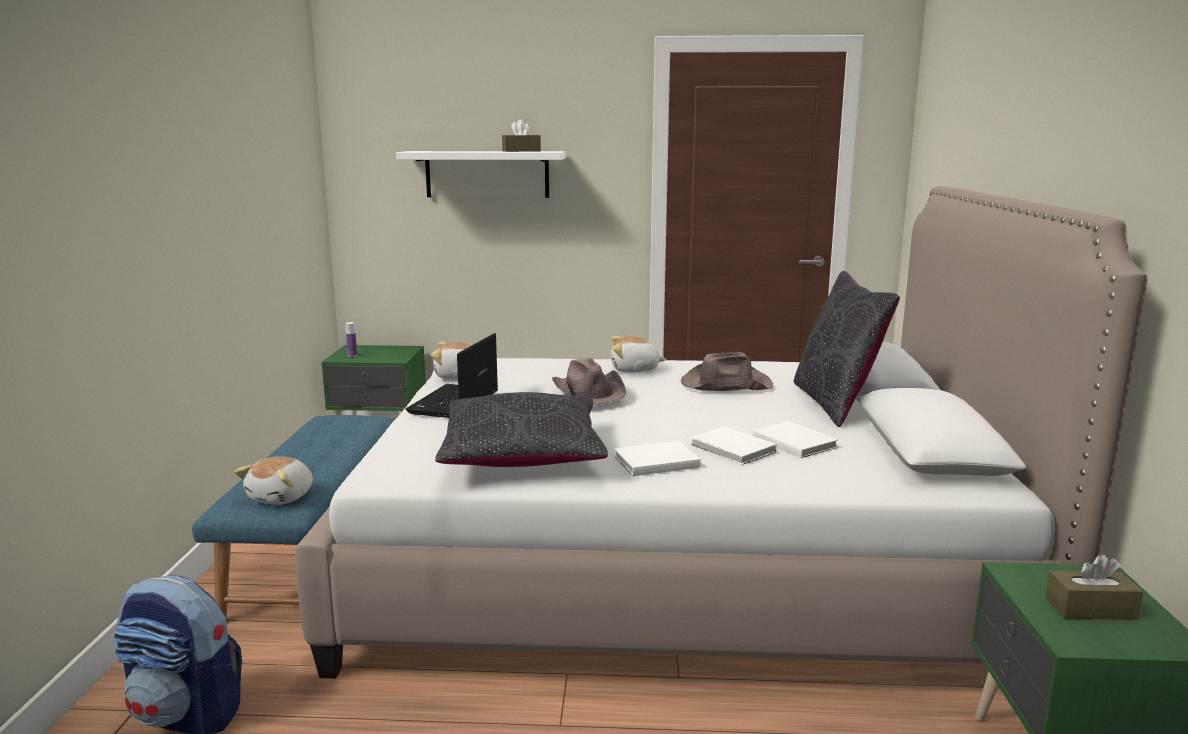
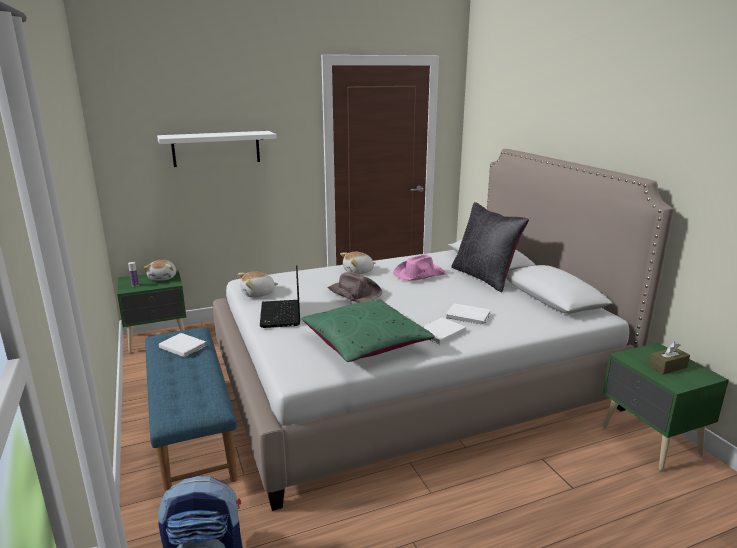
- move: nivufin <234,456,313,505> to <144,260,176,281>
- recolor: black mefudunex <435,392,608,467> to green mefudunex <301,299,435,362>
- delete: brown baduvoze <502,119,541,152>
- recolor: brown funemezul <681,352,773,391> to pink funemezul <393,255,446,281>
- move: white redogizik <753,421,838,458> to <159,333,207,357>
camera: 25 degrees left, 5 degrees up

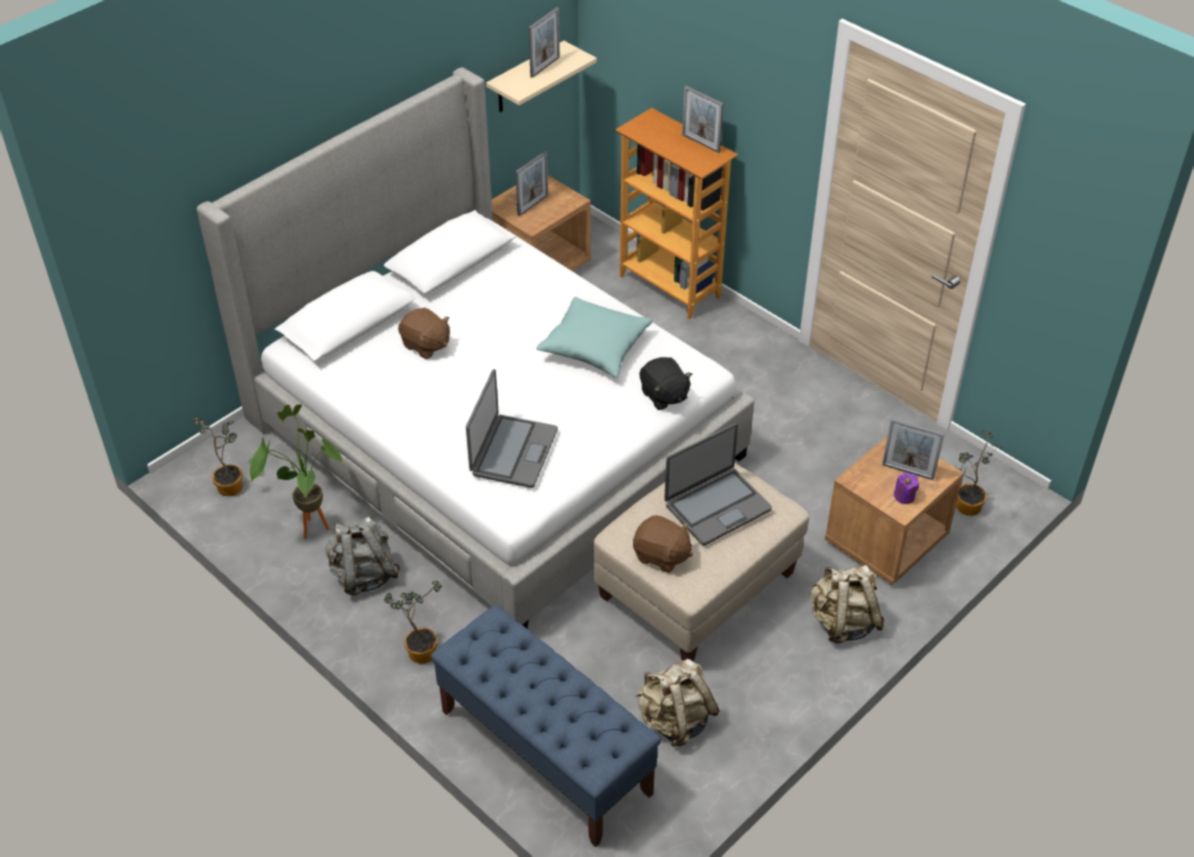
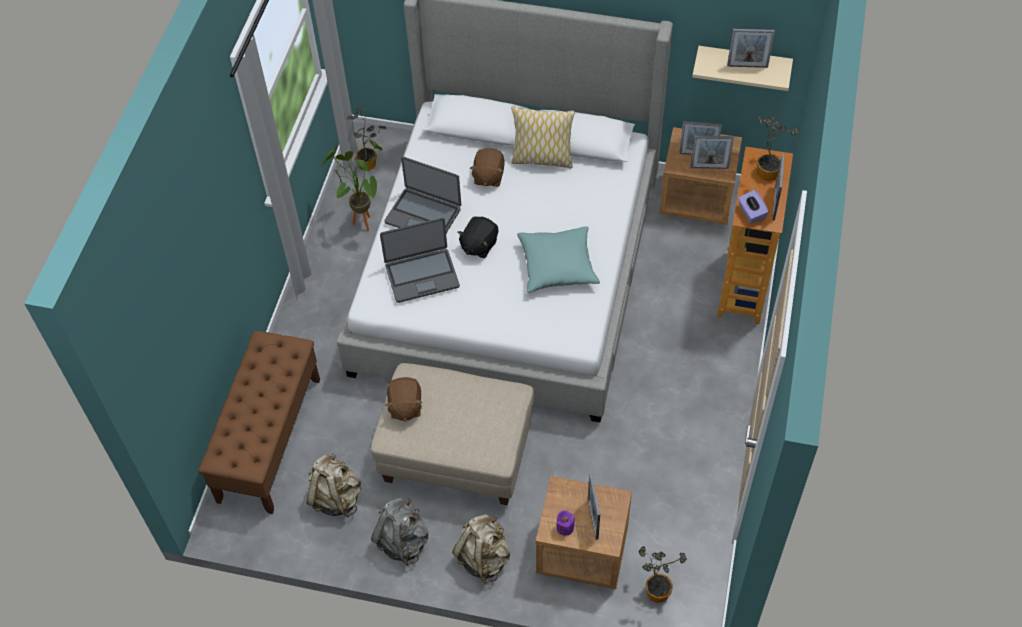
- move: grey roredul <325,516,400,596> to <371,497,428,566>
- move: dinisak <384,581,442,664> to <756,116,799,181>
- recolor: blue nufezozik <431,605,661,847> to brown nufezozik <198,331,320,514>
- move: black nivufin <640,357,692,410> to <457,217,498,258>
- move: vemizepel <664,423,772,546> to <384,157,461,233>
- insert: mefudunex <511,106,575,168>
- insert: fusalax <690,135,734,169>
- insert: purple baduvoze <738,190,769,224>
camera: 60 degrees right, 10 degrees up

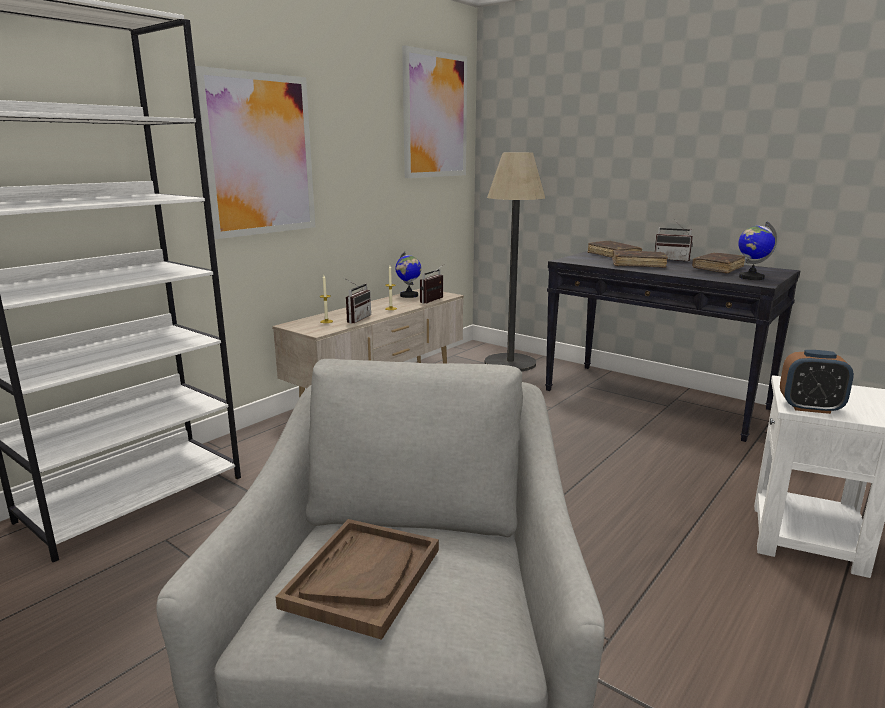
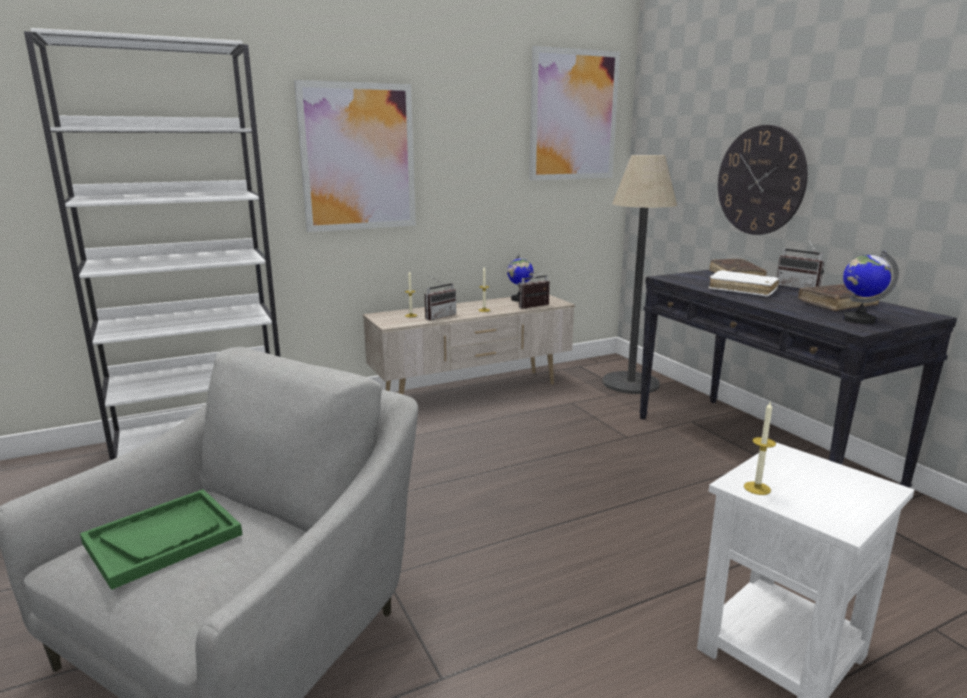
- recolor: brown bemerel <276,519,439,640> to green bemerel <80,489,242,590>
- recolor: brown redogizik <612,250,668,268> to white redogizik <708,270,779,297>
- replace: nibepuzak <780,350,854,414> to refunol <744,402,776,495>
- insert: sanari <718,125,808,235>
camera: 25 degrees right, 0 degrees up

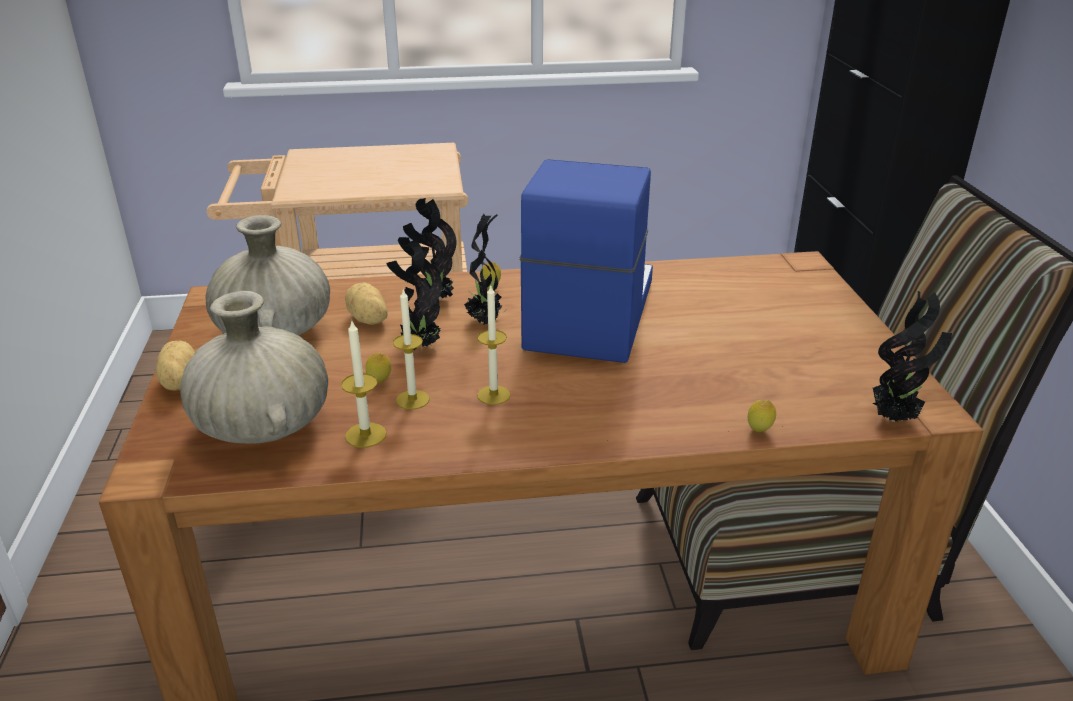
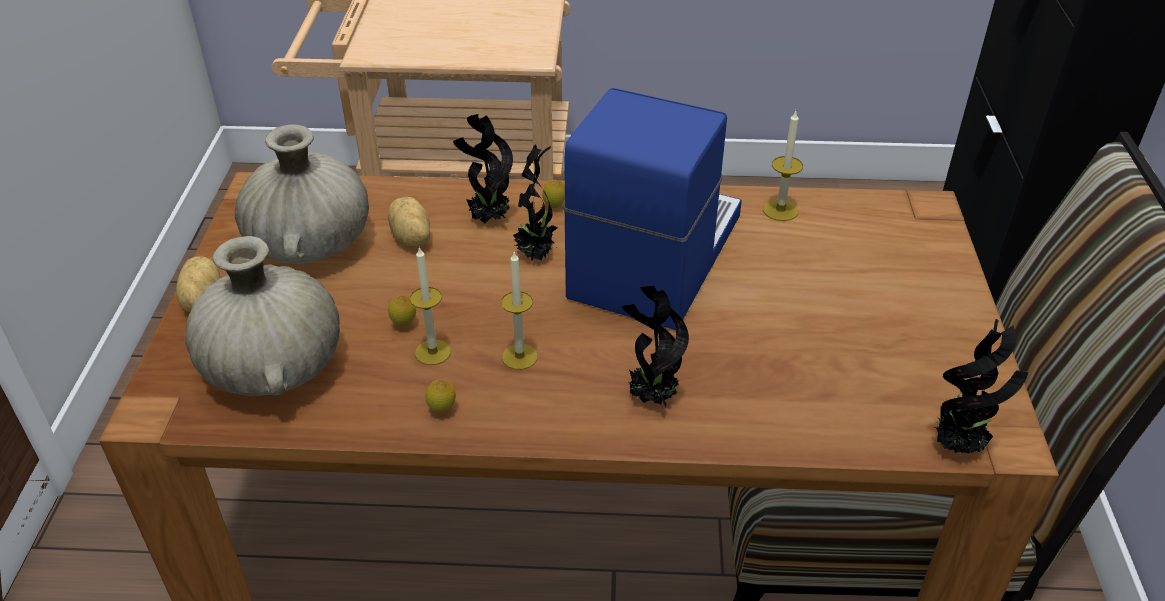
- move: refunol <341,319,386,448> to <763,111,803,221>
- move: dinisak <387,237,442,350> to <622,286,689,407>
- move: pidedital <748,400,776,432> to <426,380,456,413>
camera: 10 degrees right, 10 degrees up

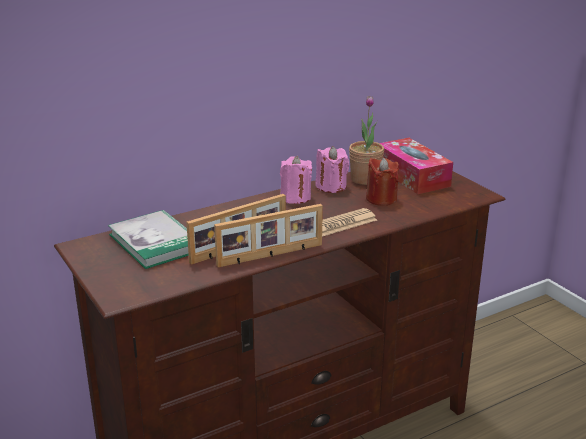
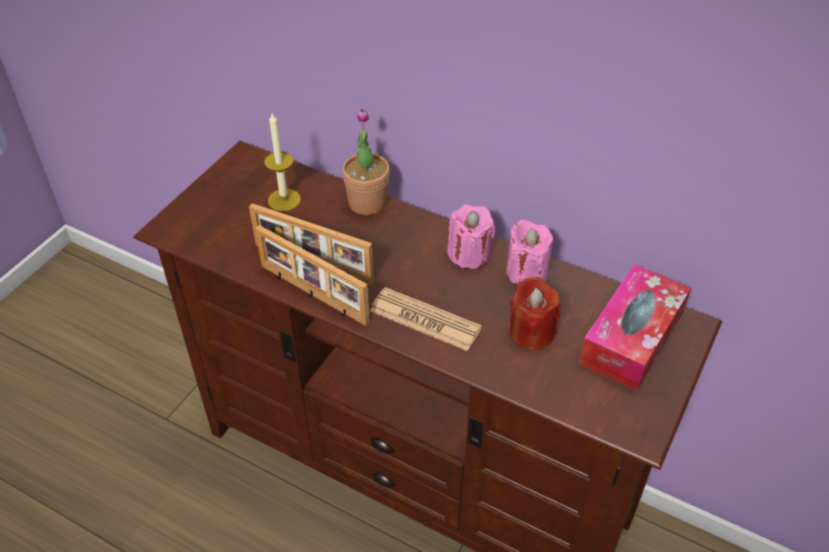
- replace: redogizik <108,210,189,269> to refunol <264,113,301,211>
- move: dinisak <349,96,384,185> to <342,107,390,215>
camera: 60 degrees right, 20 degrees up

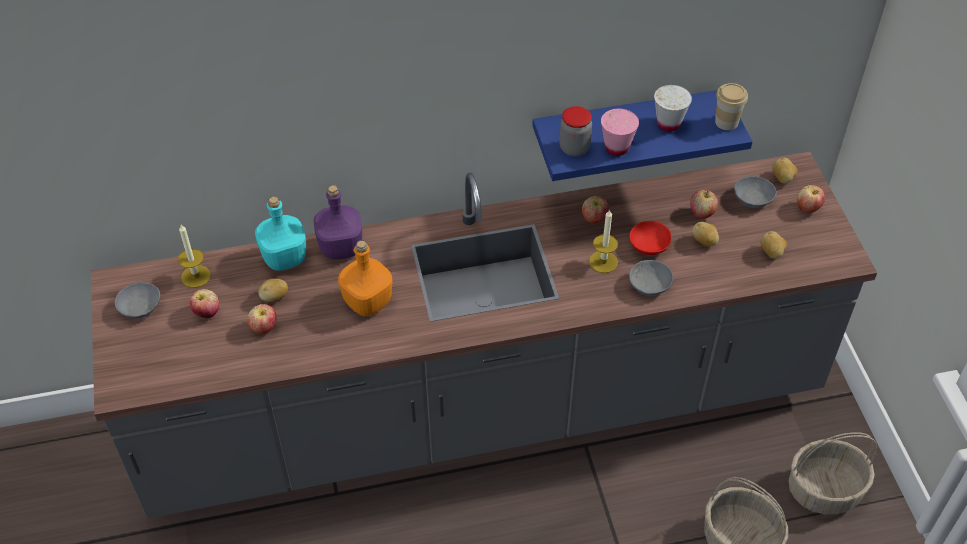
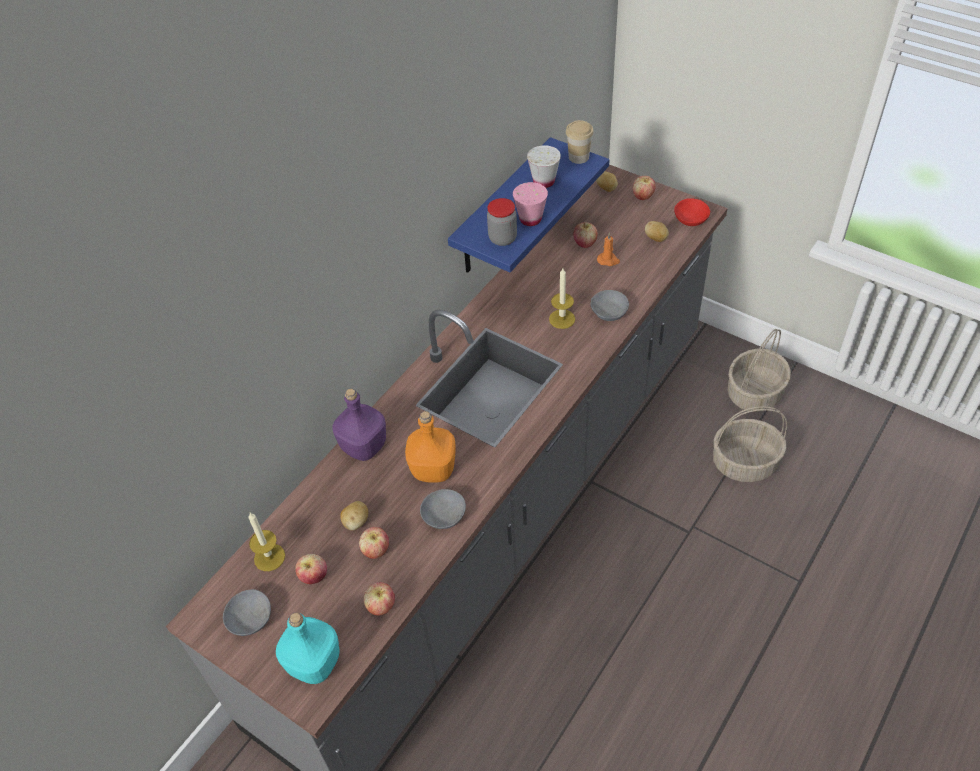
- move: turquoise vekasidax <255,196,306,271> to <276,612,340,684>
- move: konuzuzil <582,196,609,223> to <364,582,395,616>
- move: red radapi <629,221,672,255> to <674,198,710,226>
- replace: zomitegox <692,222,719,247> to orange refunol <597,232,620,266>
- move: grey radapi <734,176,777,208> to <420,489,466,529>
camera: 40 degrees left, 0 degrees up

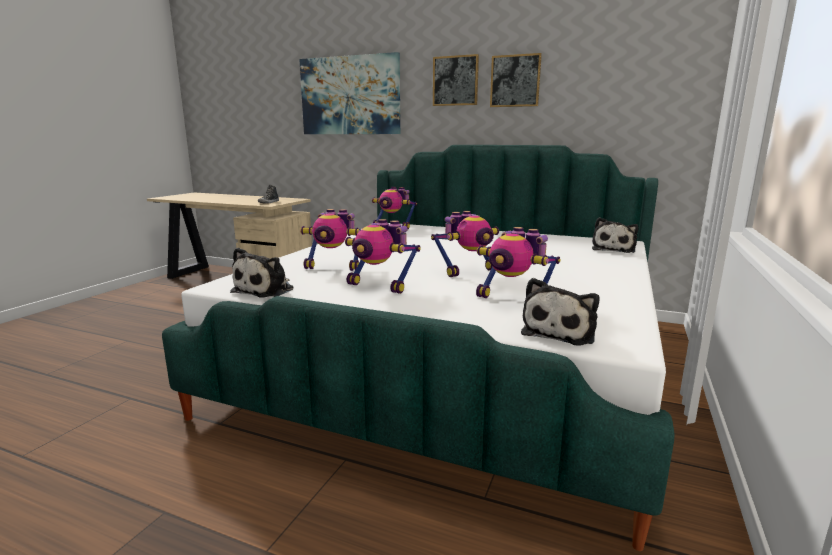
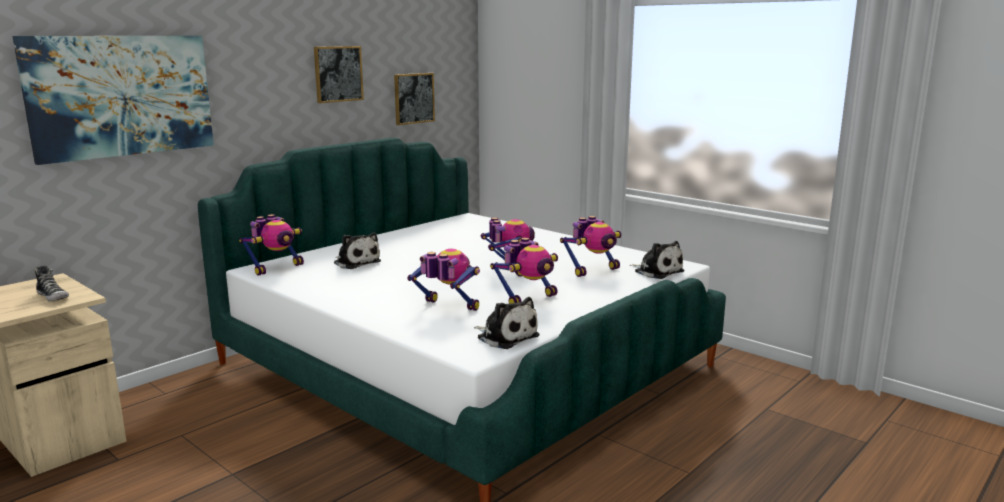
- rotate: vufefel <300,209,360,271> = <407,249,480,311> 90 degrees counterclockwise
- move: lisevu <433,54,479,106> to <394,73,435,125>
- move: nivufin <592,217,639,253> to <334,233,381,269>
camera: 70 degrees left, 0 degrees up

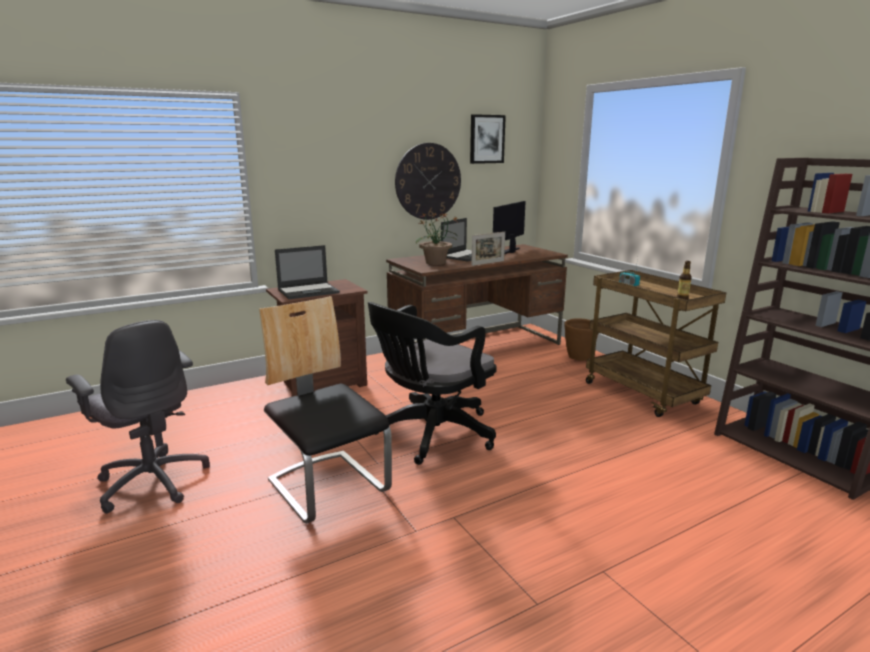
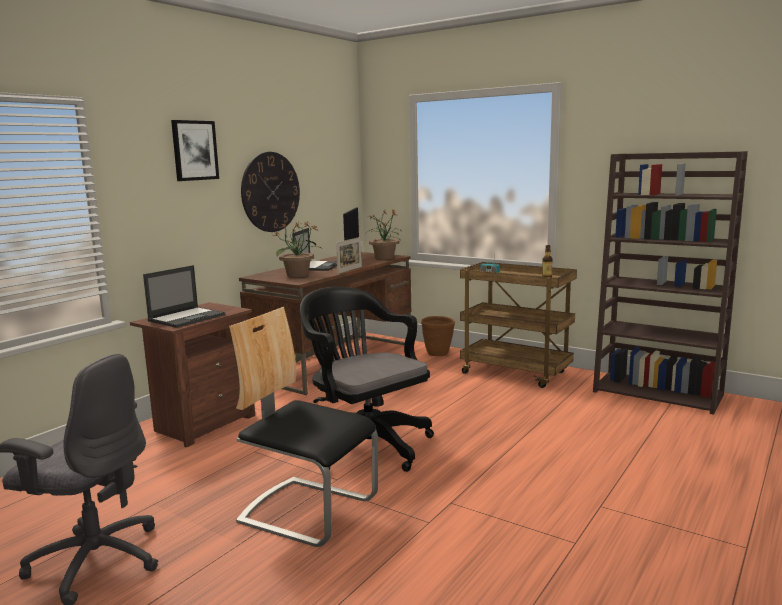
- rotate: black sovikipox <368,302,497,465> = <300,287,434,472> 120 degrees clockwise
- move: lisevu <470,114,506,164> to <171,120,219,181>
- insert: dinisak <366,210,402,260>
camera: 25 degrees left, 5 degrees down

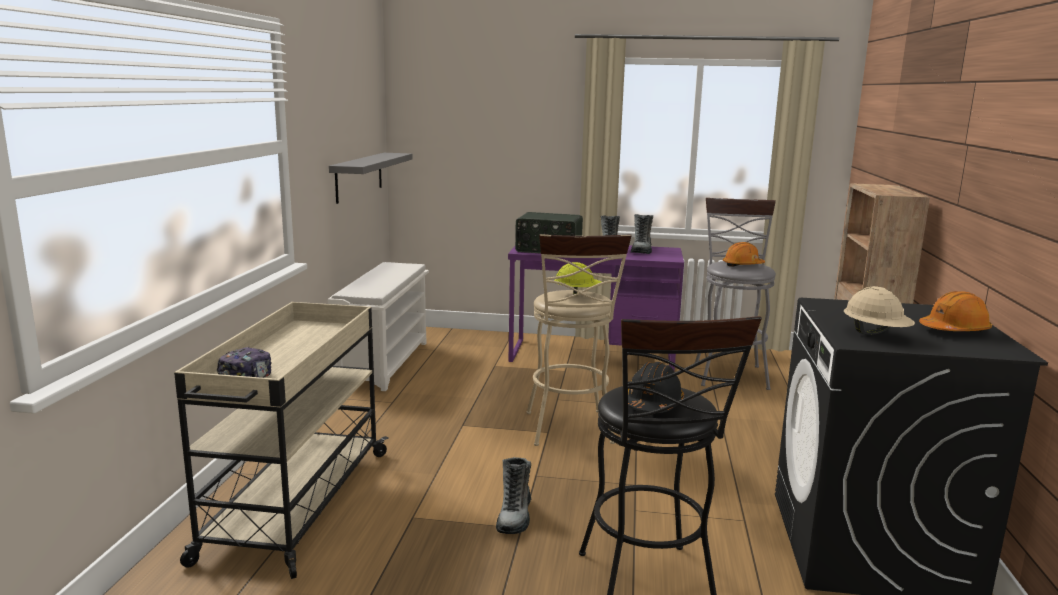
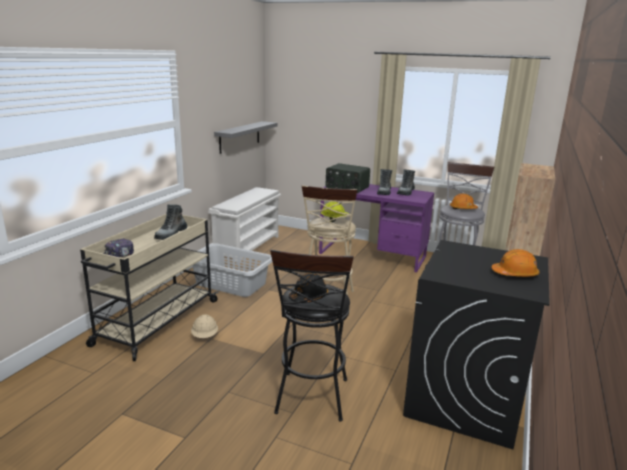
- move: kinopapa <496,457,532,534> to <154,204,188,240>
- move: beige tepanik <844,286,915,335> to <191,314,218,338>
- insert: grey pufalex <192,244,272,297>
camera: 15 degrees right, 5 degrees up

